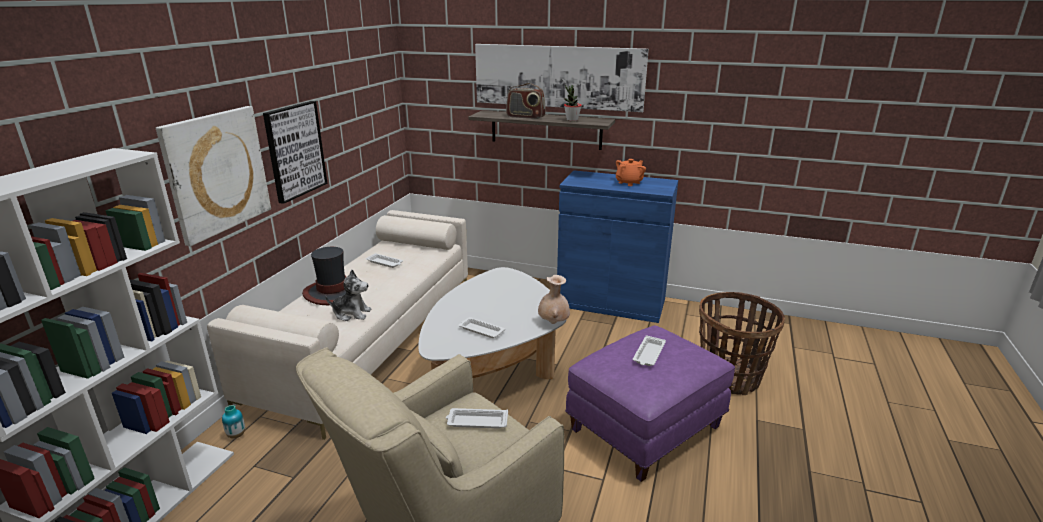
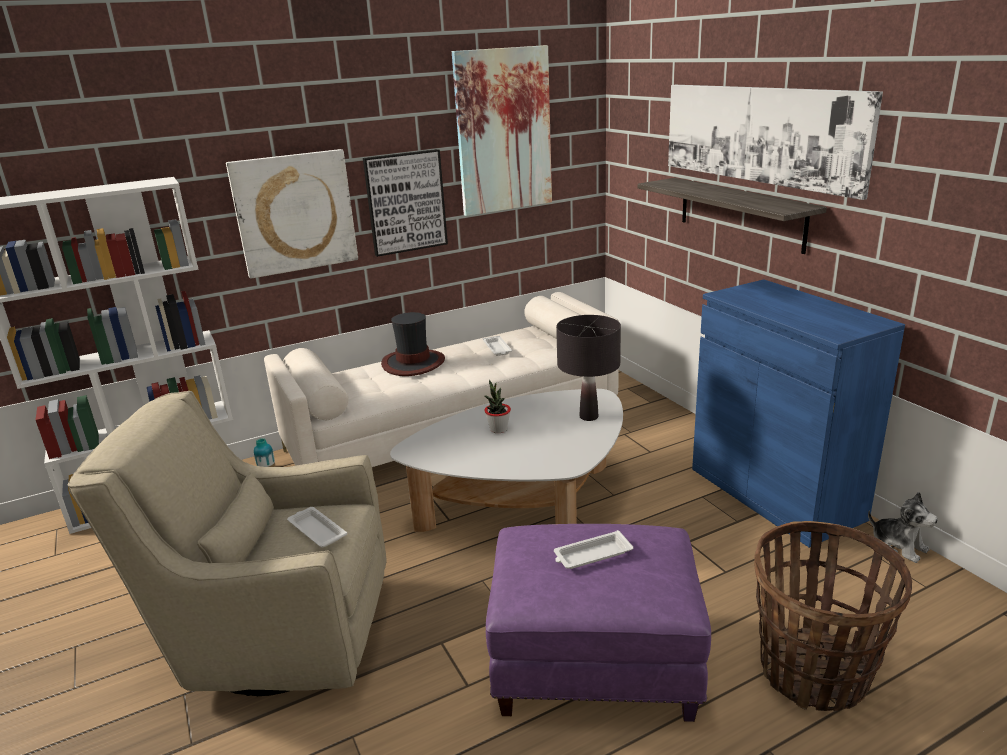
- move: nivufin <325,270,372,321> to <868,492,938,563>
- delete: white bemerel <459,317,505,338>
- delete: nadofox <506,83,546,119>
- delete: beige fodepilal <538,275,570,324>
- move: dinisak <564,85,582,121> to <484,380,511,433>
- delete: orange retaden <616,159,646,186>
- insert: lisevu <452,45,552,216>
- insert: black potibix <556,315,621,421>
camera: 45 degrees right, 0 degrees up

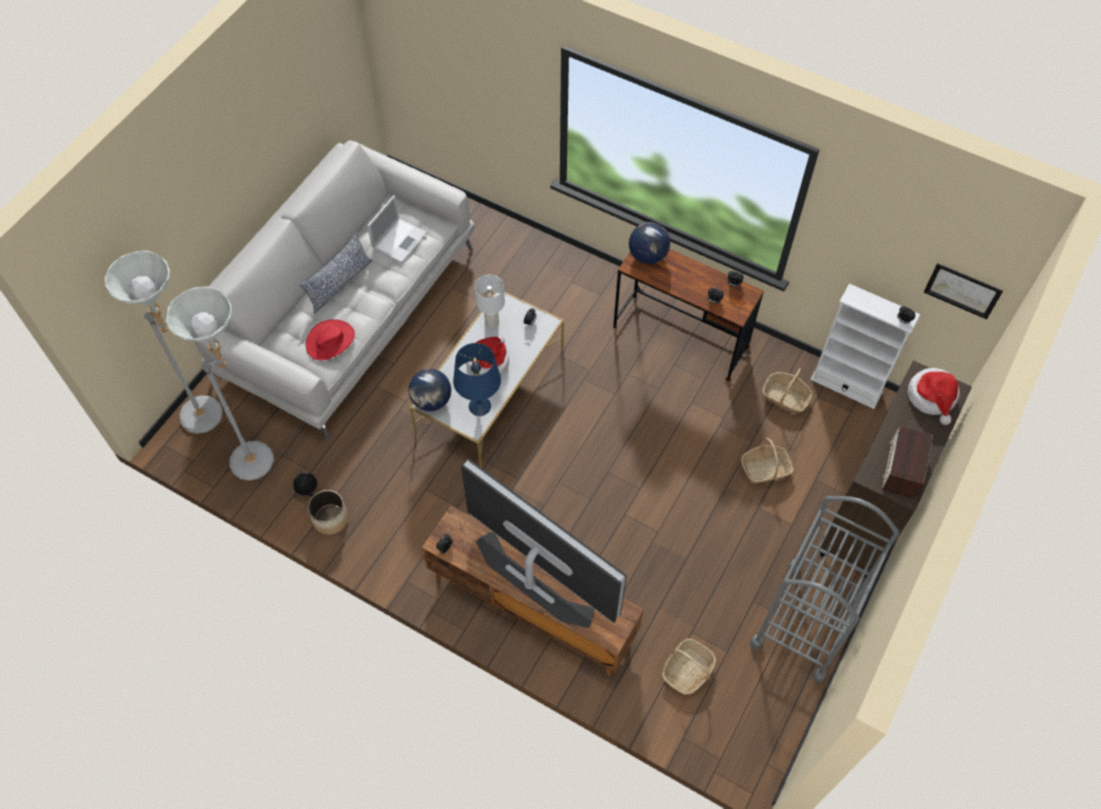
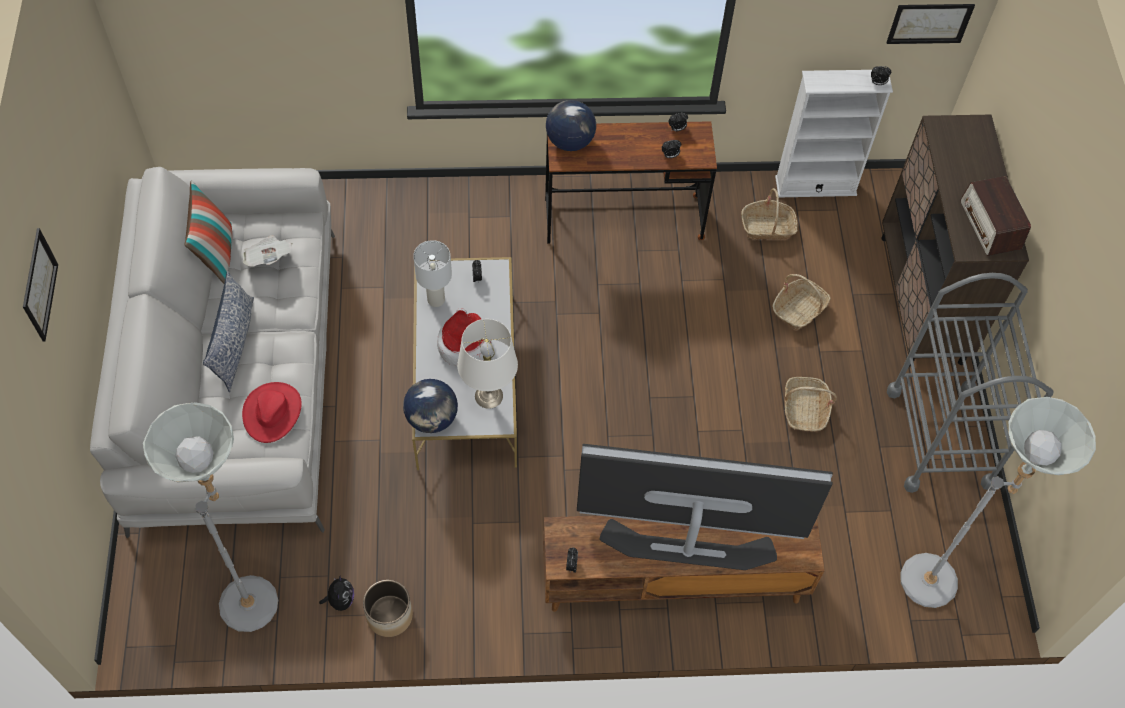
- move: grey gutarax <105,251,222,434> to <900,397,1096,608>
- rotate: nivufin <293,473,317,497> = <319,576,354,611> 150 degrees clockwise
- replace: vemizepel <367,195,427,263> to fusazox <243,235,293,267>
- recolor: blue potibix <453,343,501,416> to white potibix <457,319,518,409>
- move: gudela <662,638,716,695> to <784,377,837,432>
- delete: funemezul <908,368,960,425>
- insert: lisevu <23,228,58,342>
- insert: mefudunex <185,180,232,283>
camera: 35 degrees left, 0 degrees up

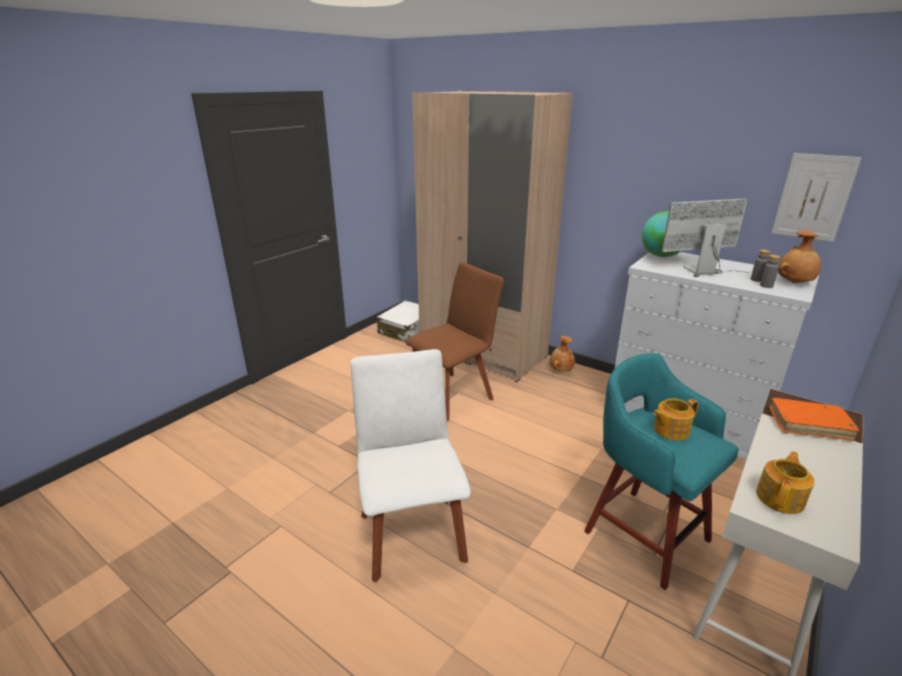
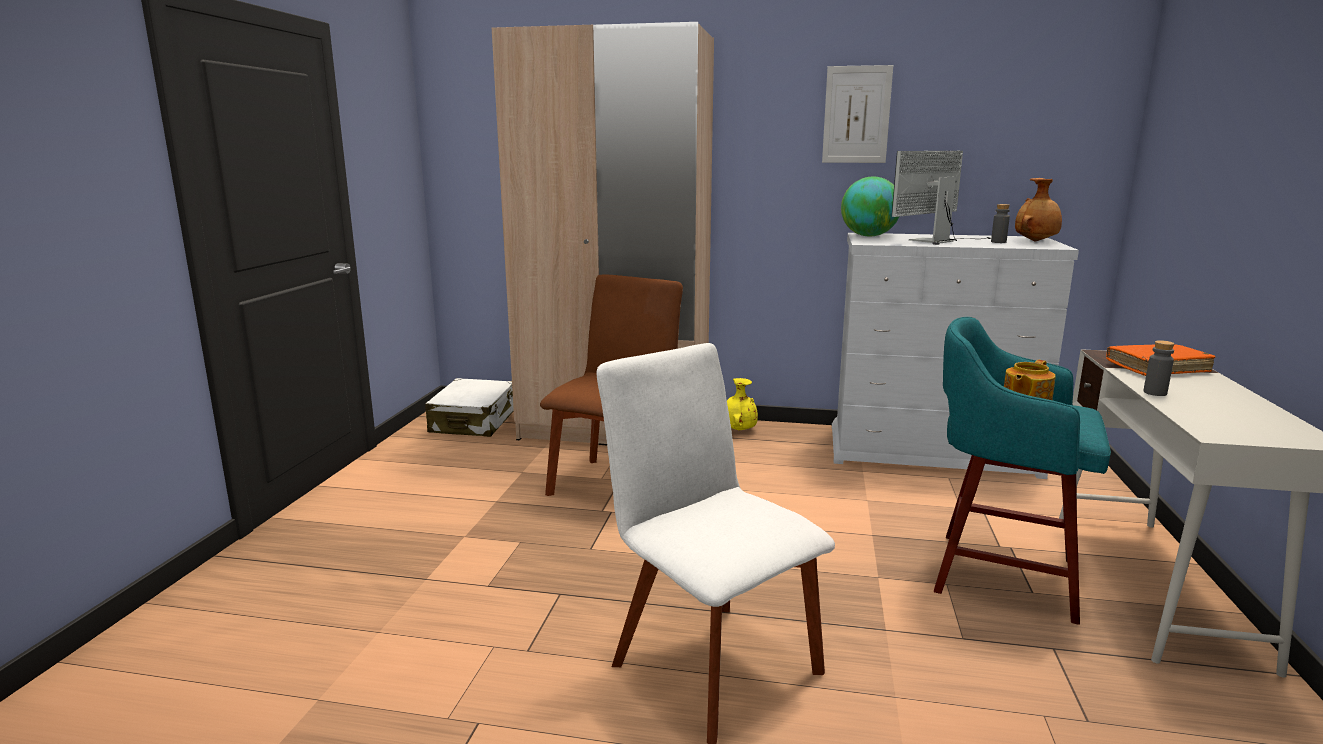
- recolor: brown fodepilal <550,336,575,371> to yellow fodepilal <727,378,758,431>
- delete: retaden <756,451,815,514>
- move: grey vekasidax <760,255,780,288> to <1143,340,1175,396>
- move: lisevu <772,153,862,242> to <822,65,893,163>
camera: 25 degrees left, 10 degrees down

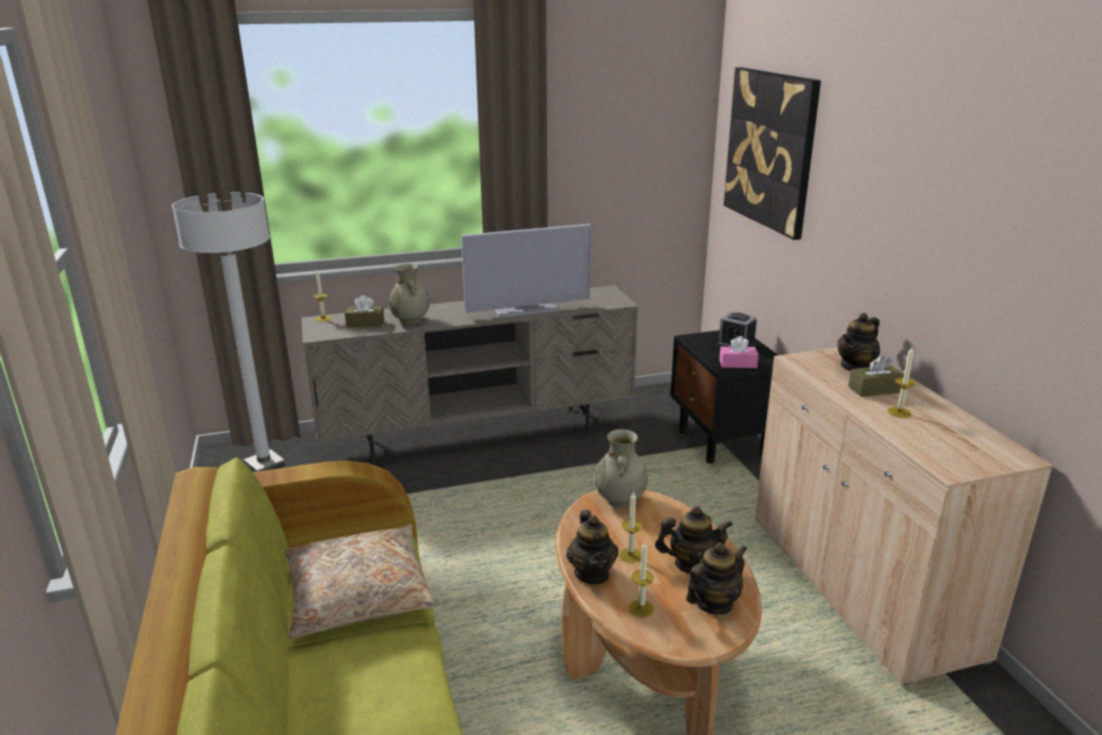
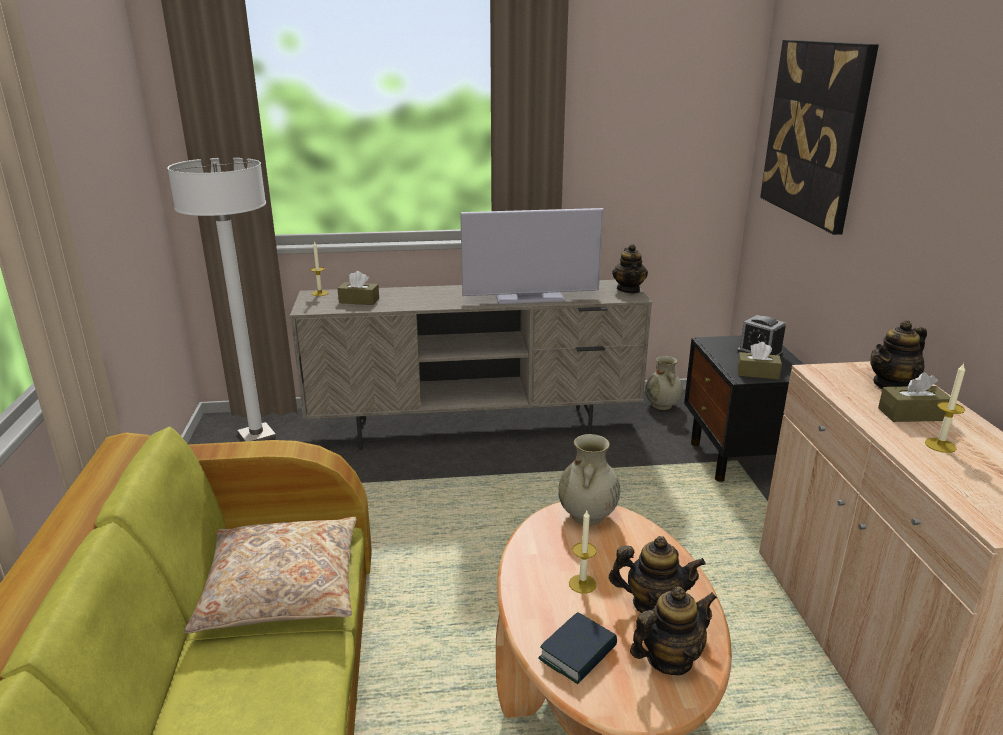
- move: beige fodepilal <388,264,430,325> to <645,356,683,410>
- move: retaden <566,510,618,585> to <612,244,648,293>
- replace: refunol <629,542,654,618> to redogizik <538,612,617,684>
- recolor: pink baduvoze <719,336,759,368> to brown baduvoze <737,342,782,379>
camera: 10 degrees right, 0 degrees up

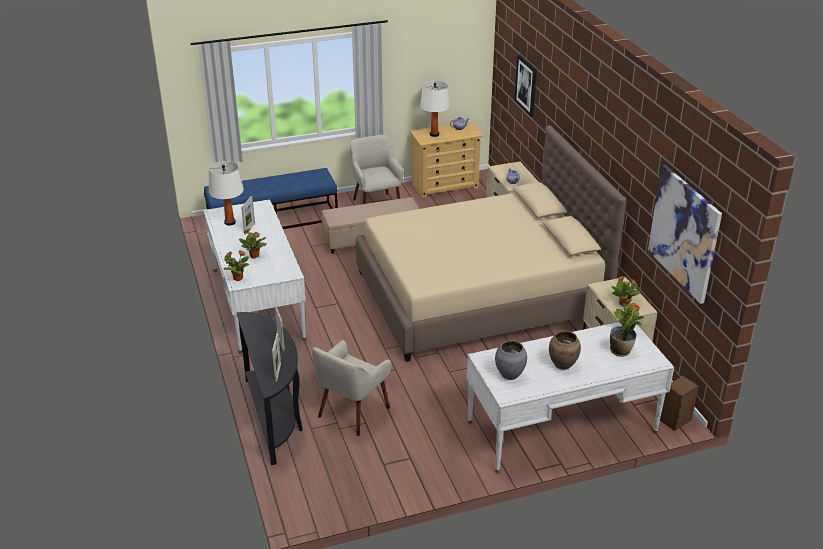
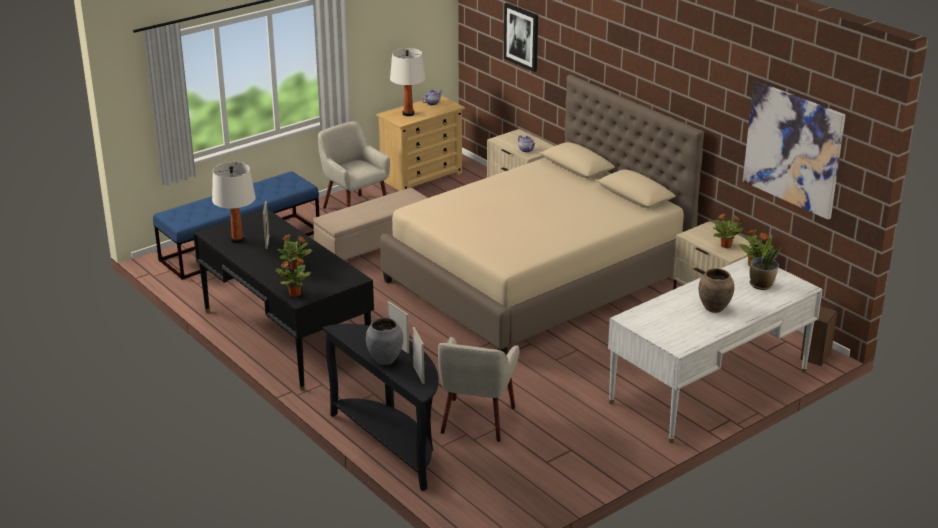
- recolor: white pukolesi <203,199,306,354> to black pukolesi <193,209,374,391>
- move: grey fodepilal <495,340,527,380> to <366,317,403,365>
camera: 20 degrees left, 5 degrees down

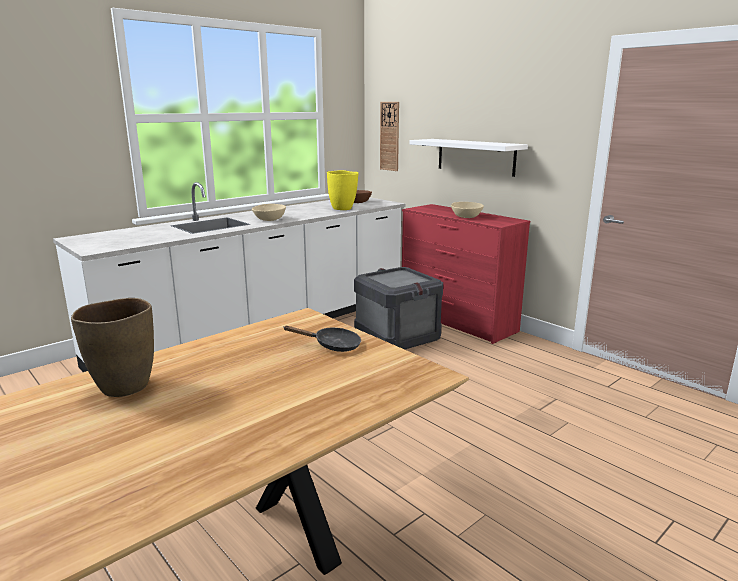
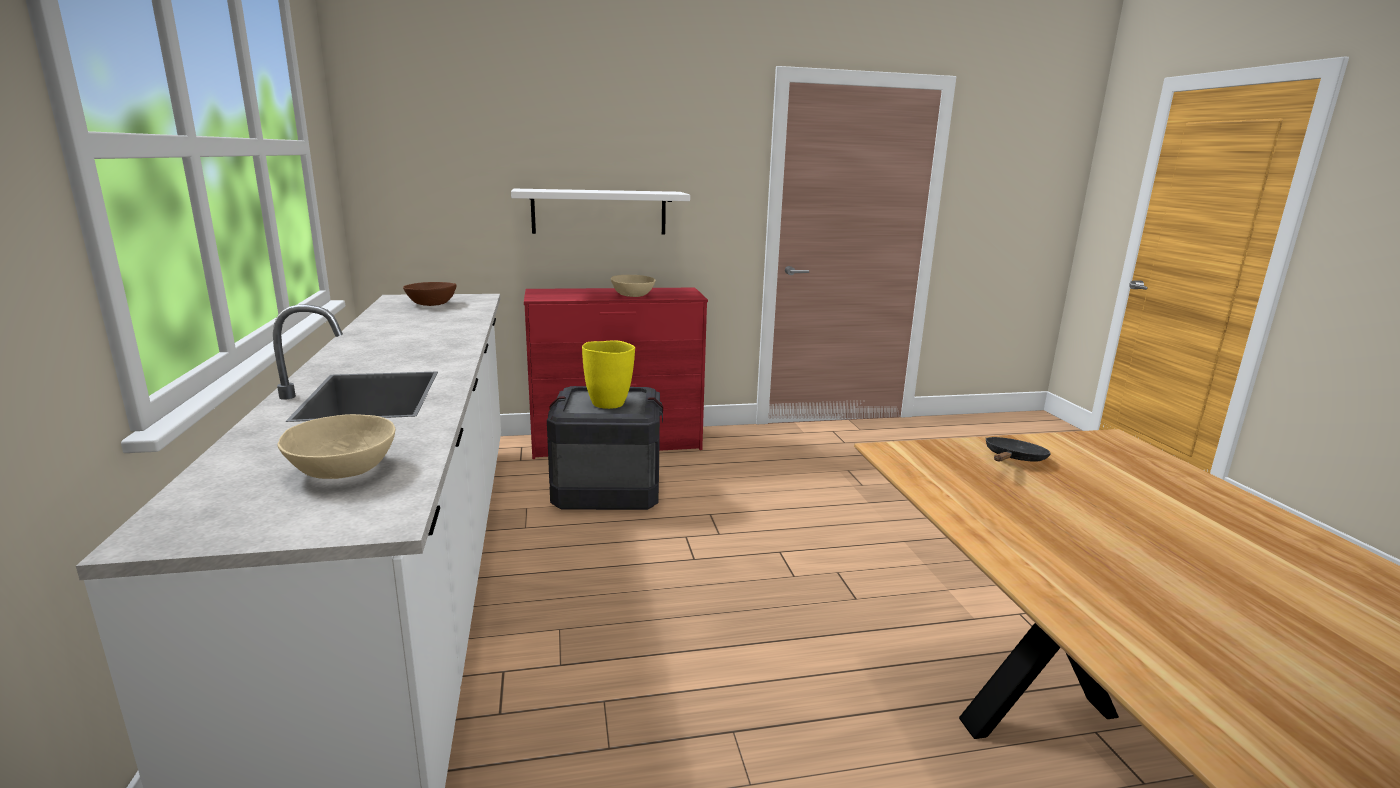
- delete: brown fodepilal <71,298,154,397>
- move: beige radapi <252,204,286,221> to <277,414,395,479>
- move: yellow fodepilal <327,170,358,210> to <582,340,635,409>
- delete: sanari <380,102,399,171>
camera: 60 degrees left, 0 degrees up

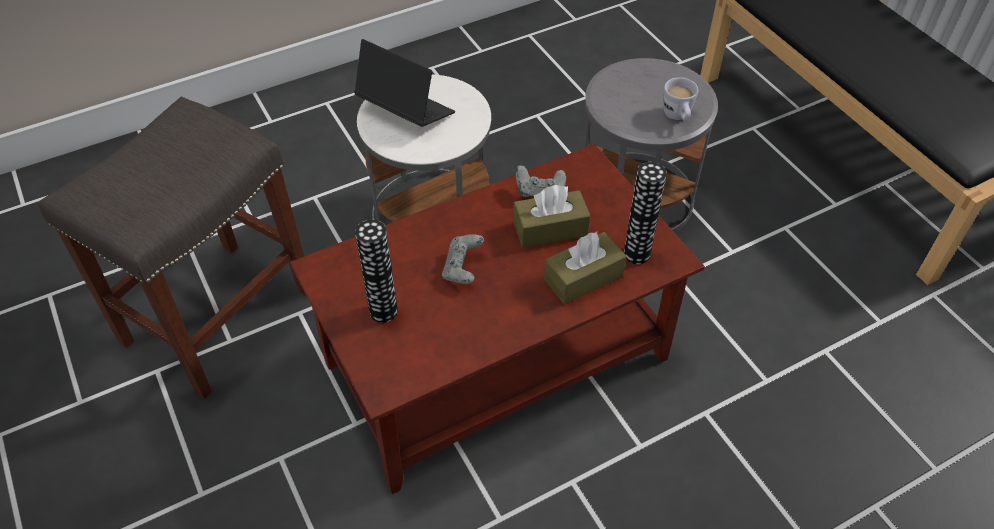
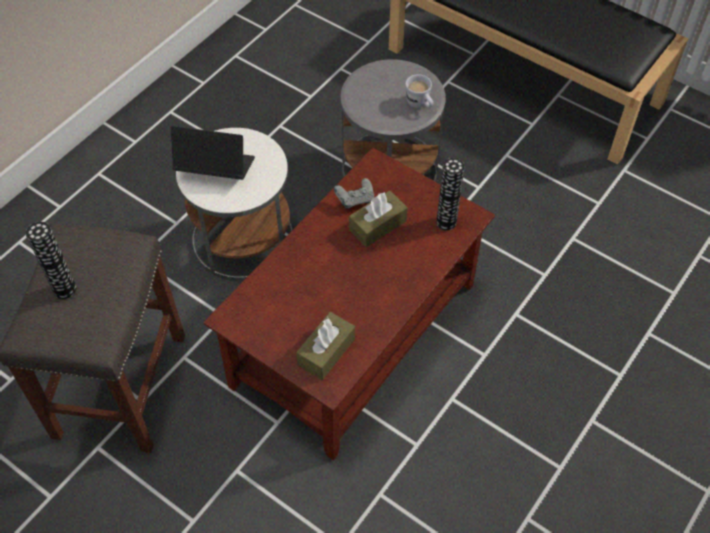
- move: fodepilal <355,220,398,323> to <26,222,76,299>
- delete: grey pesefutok <442,234,484,284>
- move: brown baduvoze <544,232,627,304> to <296,312,355,380>
camera: 25 degrees left, 5 degrees up

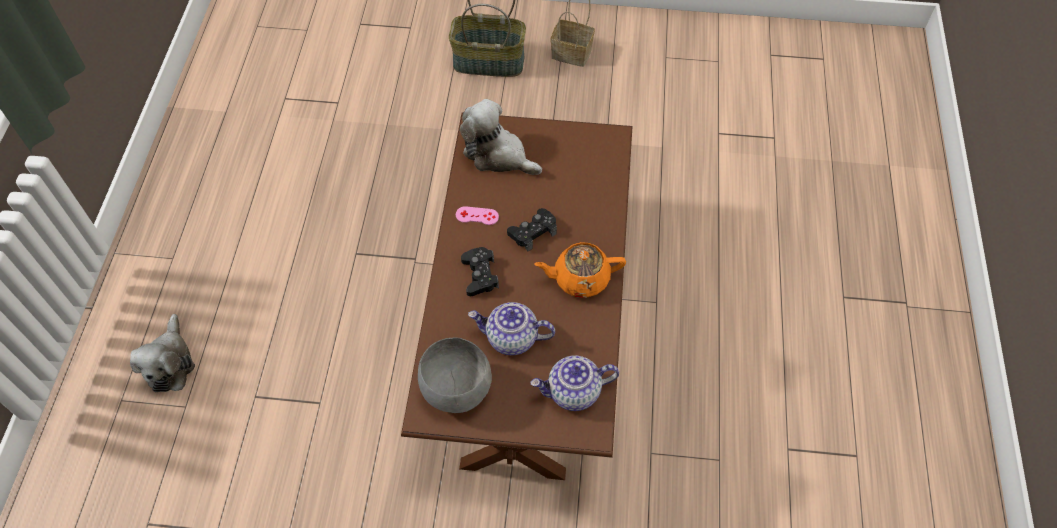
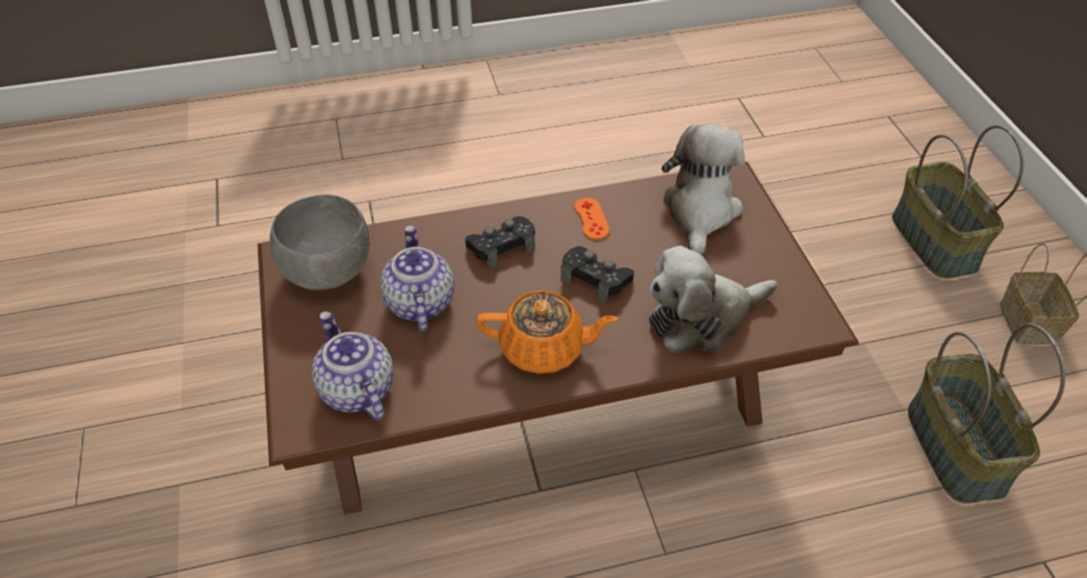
- move: nivufin <130,314,195,392> to <649,246,777,353>
- recolor: pink pesefutok <456,206,499,225> to orange pesefutok <574,198,610,240>
- rotate: orange retaden <534,242,626,298> = <476,290,618,374> 120 degrees clockwise
- insert: gudela <908,323,1065,504>
camera: 70 degrees right, 10 degrees down

